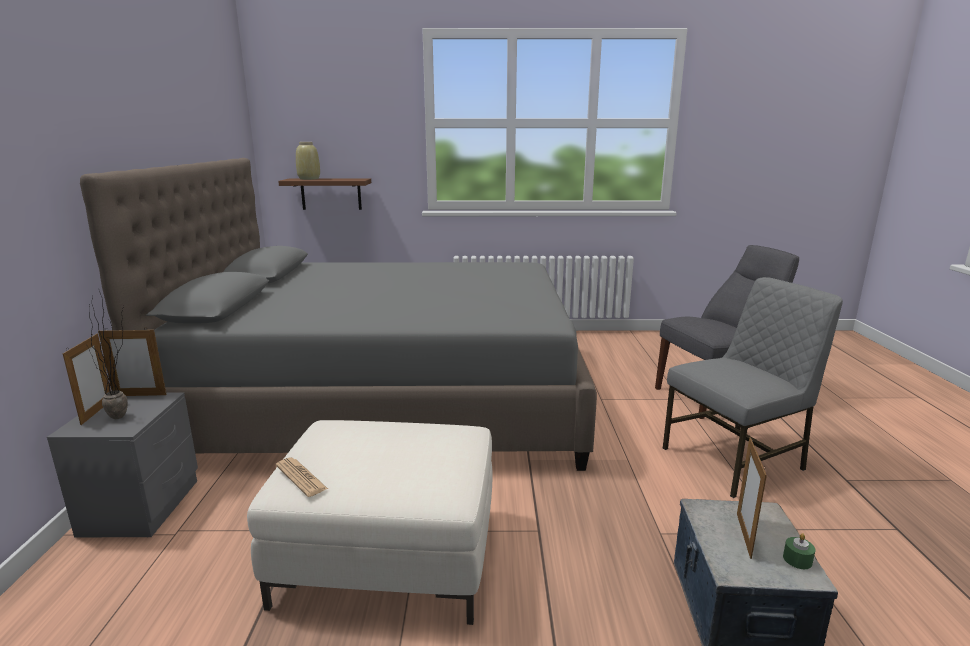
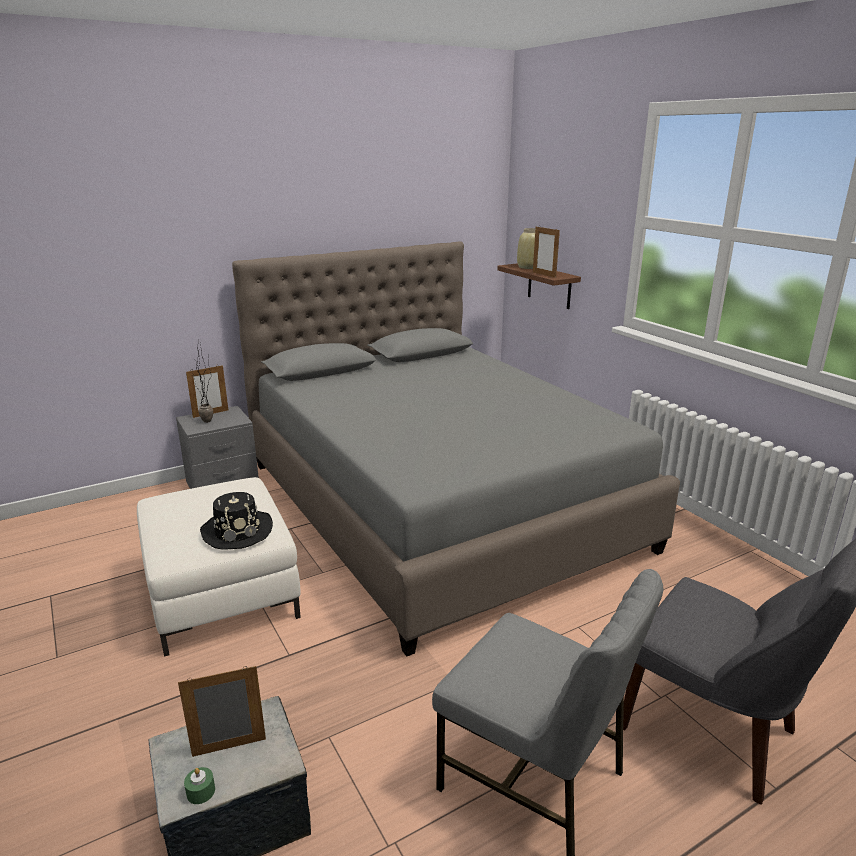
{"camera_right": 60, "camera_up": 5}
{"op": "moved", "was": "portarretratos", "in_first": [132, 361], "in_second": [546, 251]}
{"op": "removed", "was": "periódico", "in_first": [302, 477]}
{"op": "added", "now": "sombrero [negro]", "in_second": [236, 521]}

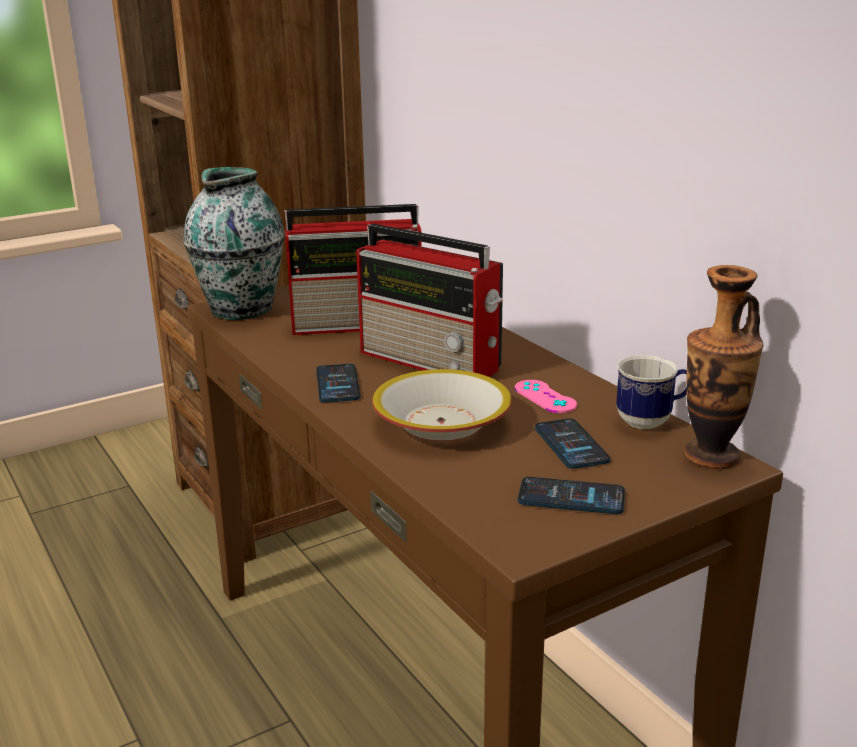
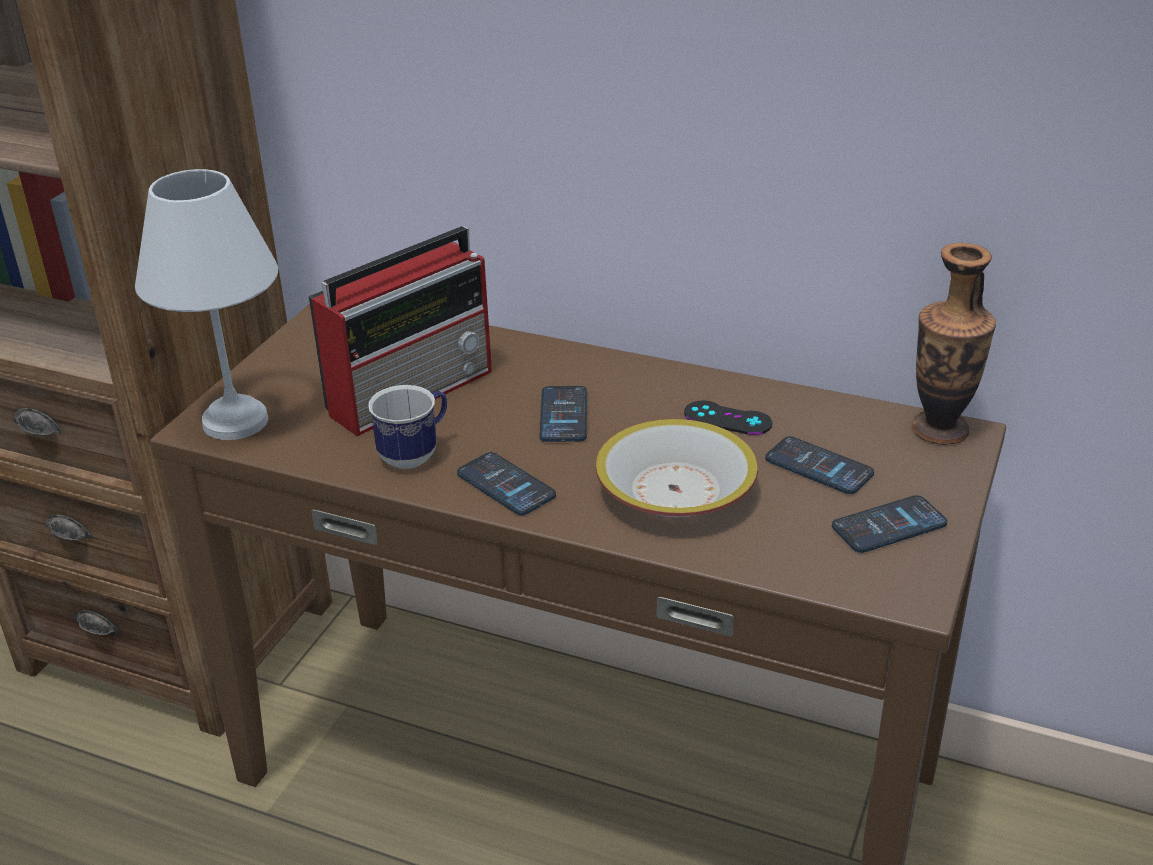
{"camera_right": -35, "camera_up": 10}
{"op": "replaced", "was": "florero", "now": "lámpara de mesa [blanco]", "in_first": [234, 243], "in_second": [206, 304]}
{"op": "replaced", "was": "radio", "now": "móvil", "in_first": [429, 300], "in_second": [563, 414]}
{"op": "moved", "was": "taza grande", "in_first": [651, 392], "in_second": [407, 427]}
{"op": "recoloured", "was": "mando de consola [rosa]", "now": "mando de consola [negro]", "in_first": [546, 396], "in_second": [728, 418]}

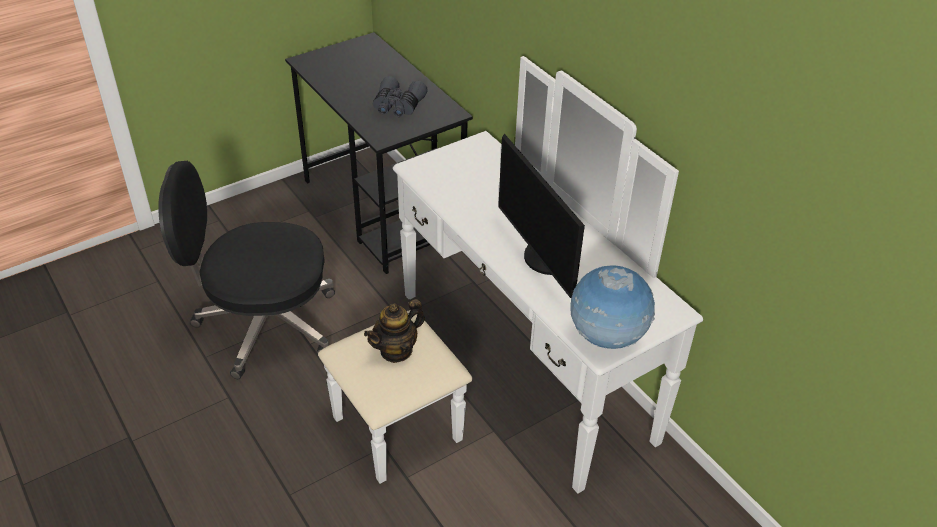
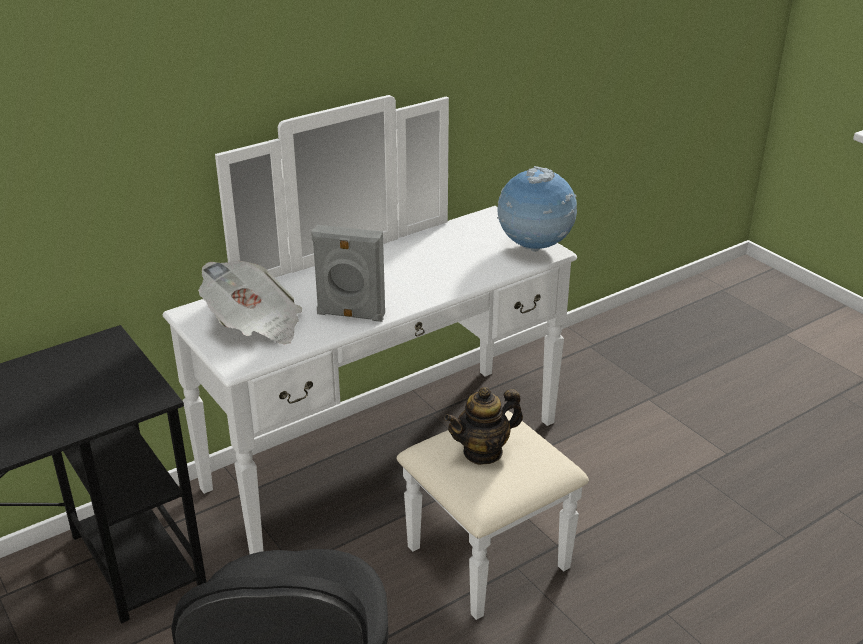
{"camera_right": -90, "camera_up": -10}
{"op": "removed", "was": "prismáticos [gris]", "in_first": [400, 96]}
{"op": "removed", "was": "monitor", "in_first": [541, 216]}
{"op": "turned", "was": "tetera", "in_first": [394, 331], "in_second": [483, 426], "clockwise": 105}
{"op": "added", "now": "altavoz [gris]", "in_second": [348, 273]}
{"op": "added", "now": "periódico", "in_second": [250, 302]}

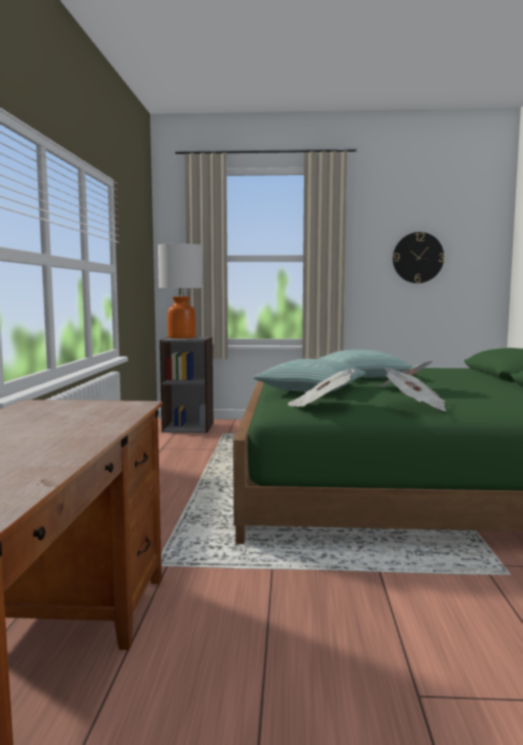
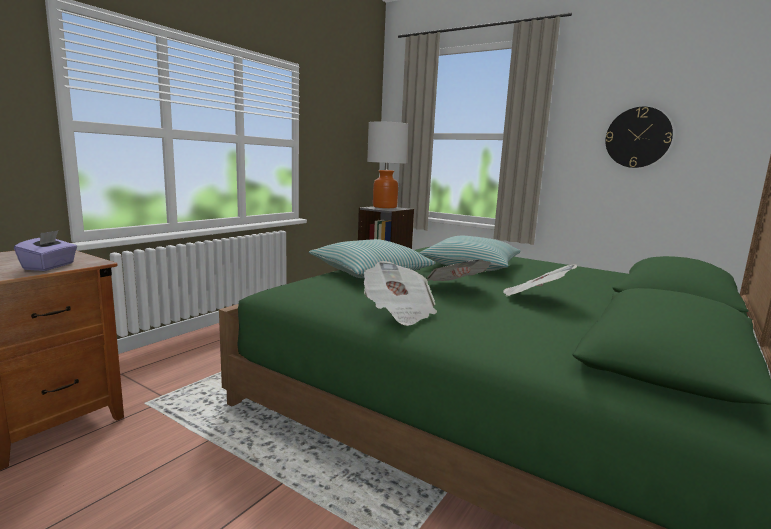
{"camera_right": 30, "camera_up": 5}
{"op": "moved", "was": "periódico", "in_first": [321, 388], "in_second": [540, 280]}
{"op": "added", "now": "caja de pañuelos [morado]", "in_second": [45, 250]}

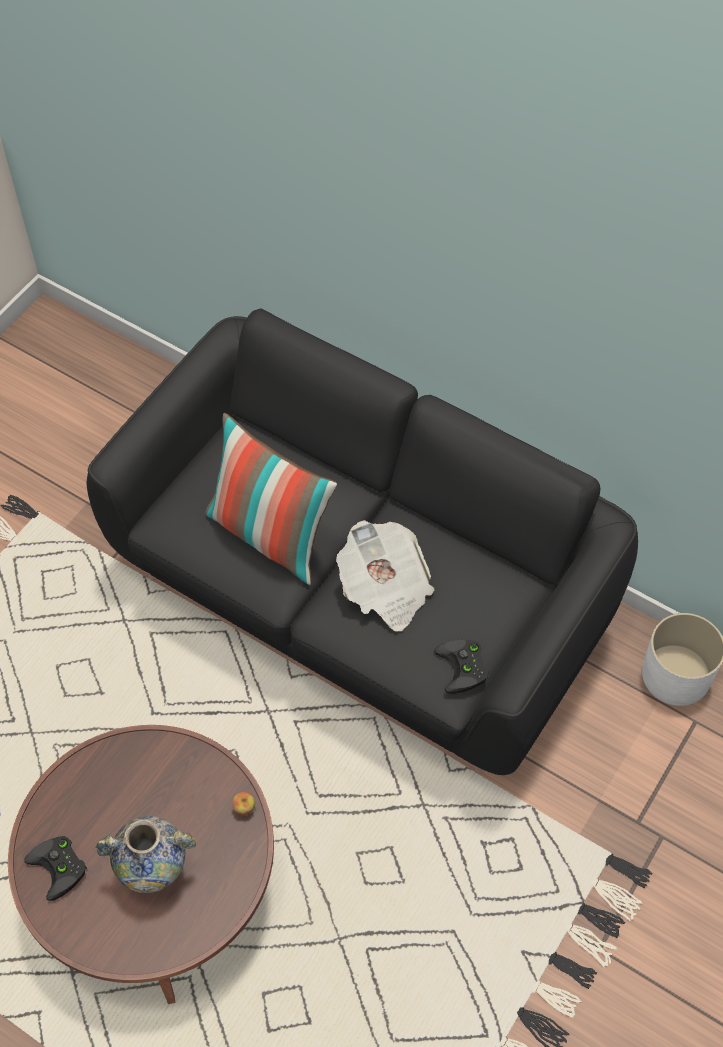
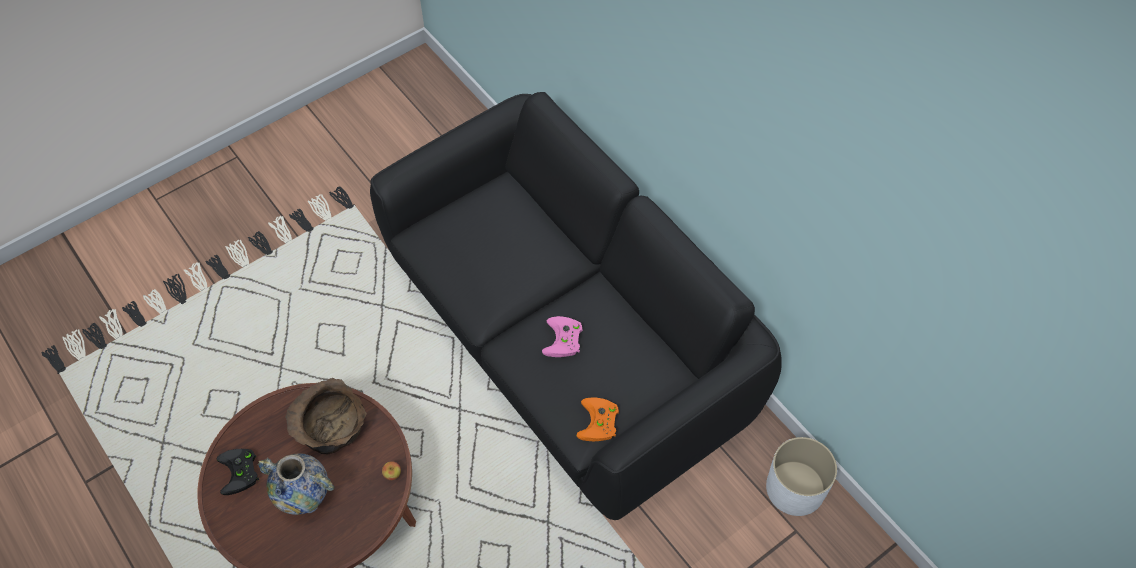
{"camera_right": 20, "camera_up": 0}
{"op": "removed", "was": "cojín", "in_first": [271, 499]}
{"op": "replaced", "was": "periódico", "now": "mando de consola [rosa]", "in_first": [385, 576], "in_second": [562, 336]}
{"op": "recoloured", "was": "mando de consola [negro]", "now": "mando de consola [naranja]", "in_first": [461, 667], "in_second": [597, 419]}
{"op": "added", "now": "cuenco [marrón]", "in_second": [326, 416]}

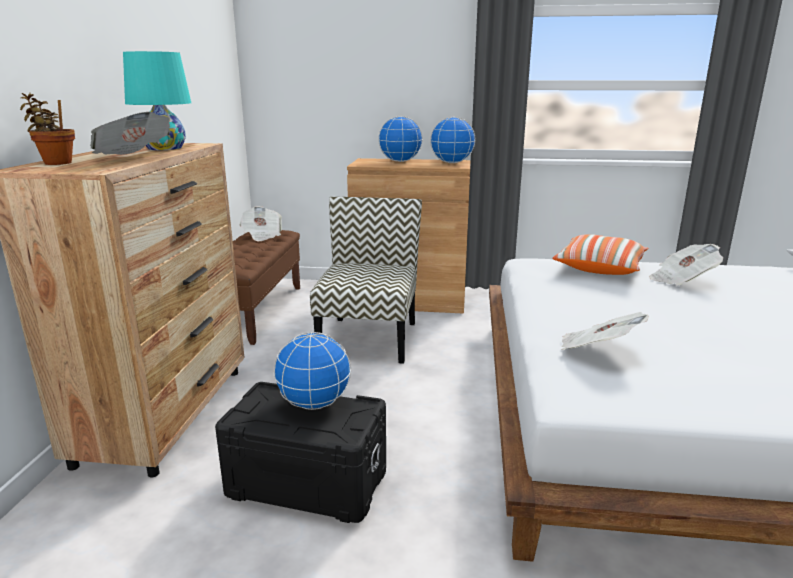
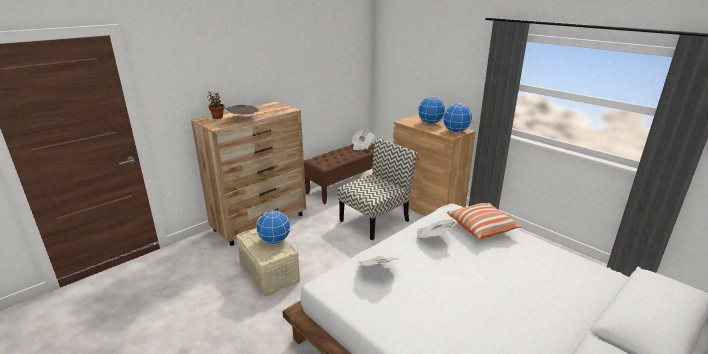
{"camera_right": 40, "camera_up": 5}
{"op": "removed", "was": "lámpara de mesa [turquesa]", "in_first": [157, 100]}
{"op": "moved", "was": "periódico", "in_first": [686, 264], "in_second": [436, 229]}
{"op": "recoloured", "was": "caja de almacenaje [negro]", "now": "caja de almacenaje [beis]", "in_first": [300, 452], "in_second": [268, 262]}

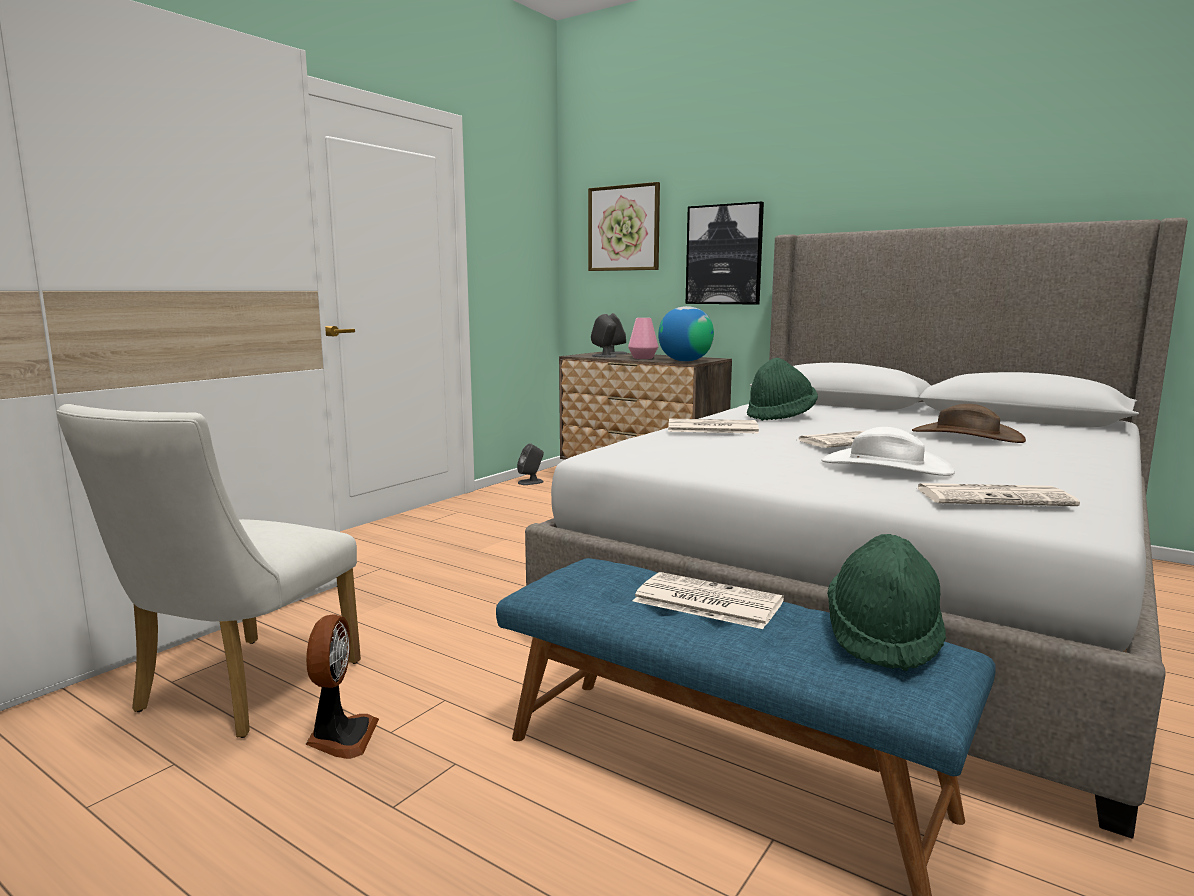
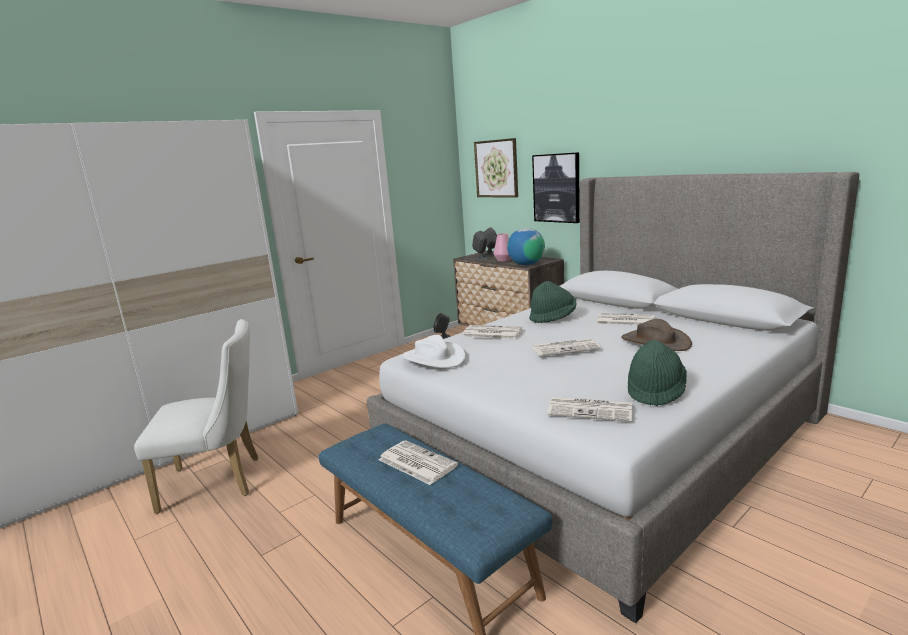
{"camera_right": 15, "camera_up": 5}
{"op": "turned", "was": "silla [blanco]", "in_first": [209, 571], "in_second": [196, 416], "clockwise": -135}
{"op": "moved", "was": "sombrero [blanco]", "in_first": [888, 451], "in_second": [433, 351]}
{"op": "moved", "was": "sombrero [verde]", "in_first": [886, 602], "in_second": [657, 373]}
{"op": "removed", "was": "ventilador", "in_first": [342, 686]}
{"op": "added", "now": "periódico", "in_second": [625, 319]}

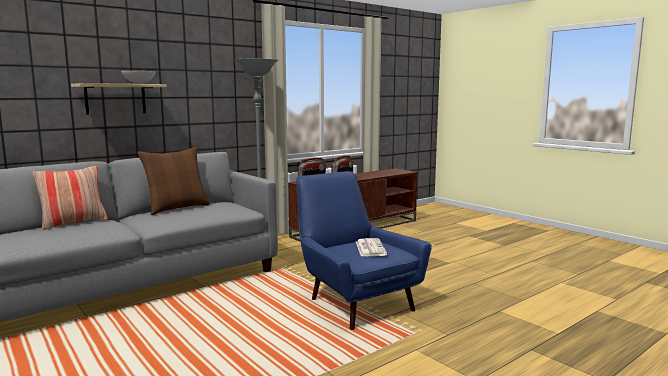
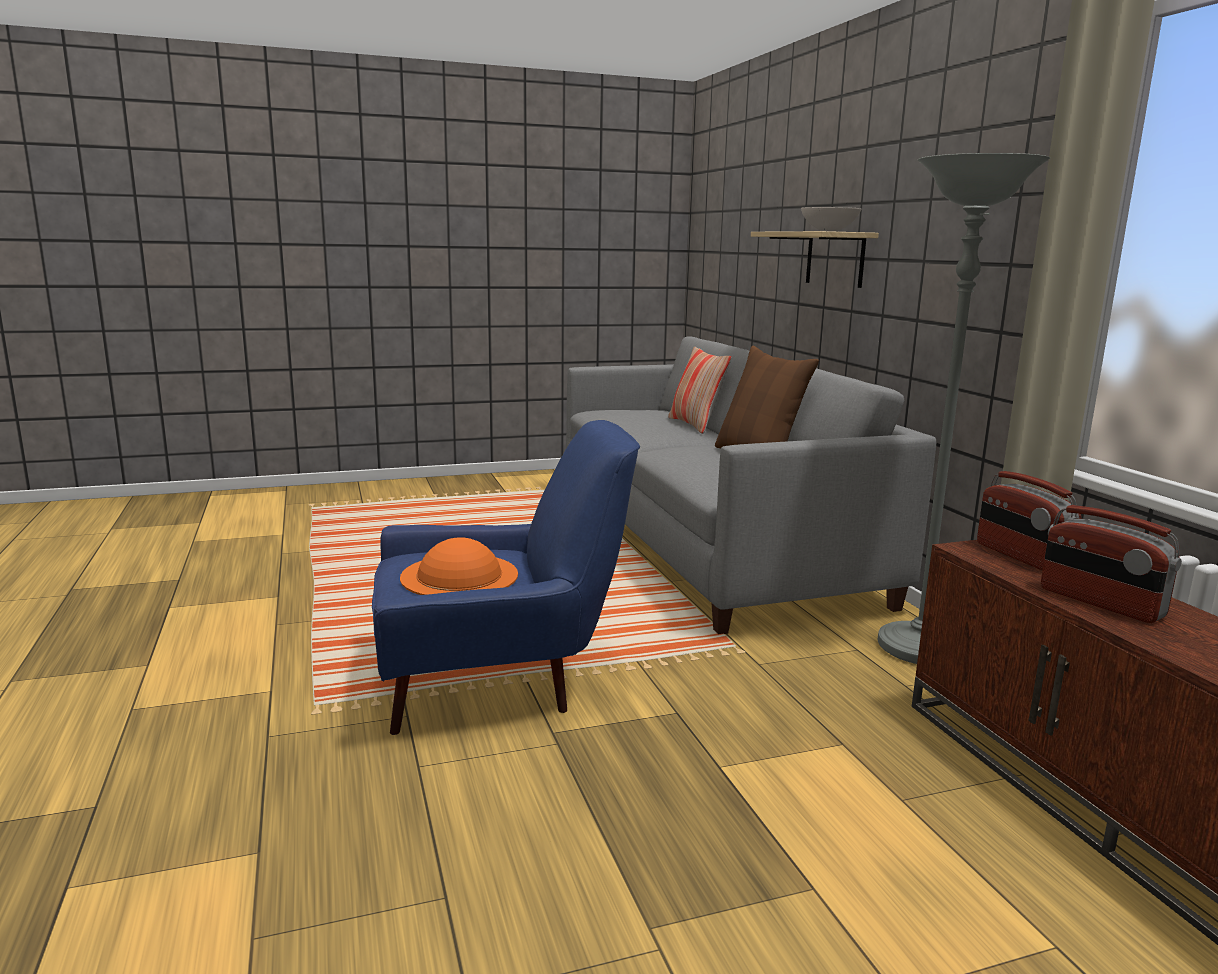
{"camera_right": 110, "camera_up": 5}
{"op": "replaced", "was": "periódico", "now": "sombrero [naranja]", "in_first": [371, 247], "in_second": [459, 566]}

